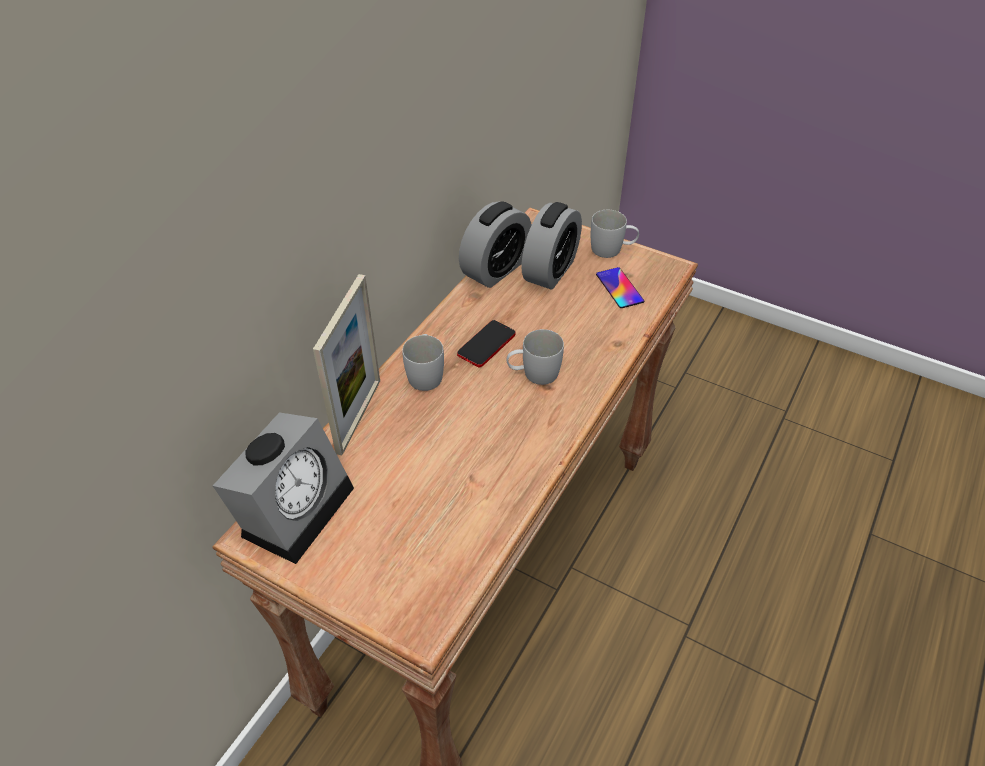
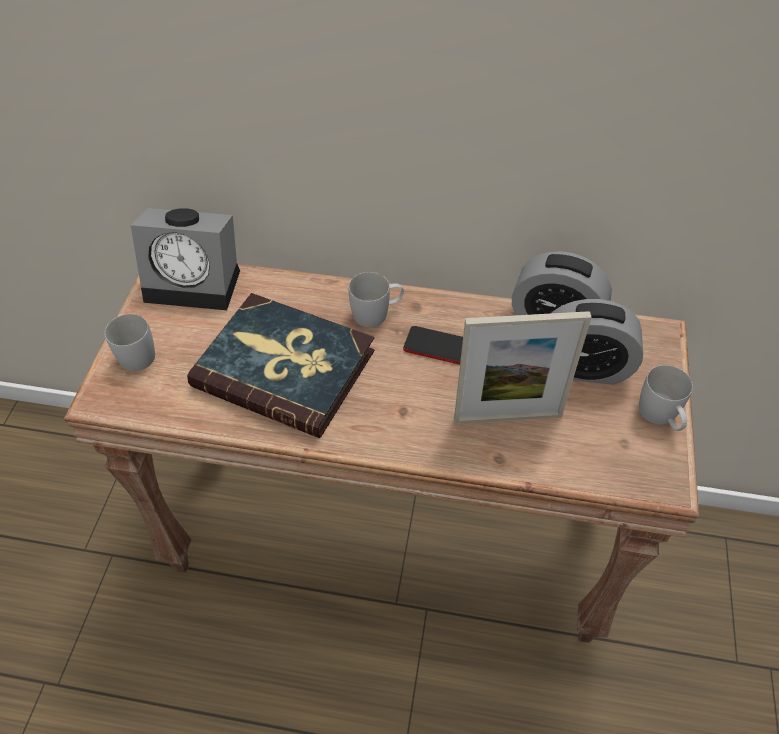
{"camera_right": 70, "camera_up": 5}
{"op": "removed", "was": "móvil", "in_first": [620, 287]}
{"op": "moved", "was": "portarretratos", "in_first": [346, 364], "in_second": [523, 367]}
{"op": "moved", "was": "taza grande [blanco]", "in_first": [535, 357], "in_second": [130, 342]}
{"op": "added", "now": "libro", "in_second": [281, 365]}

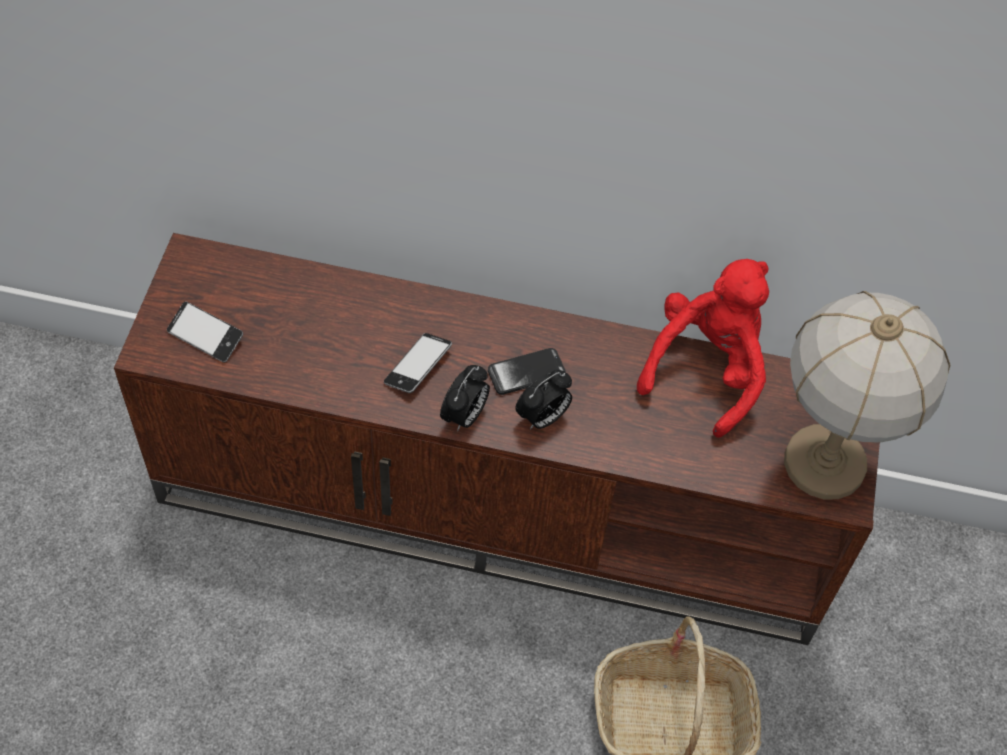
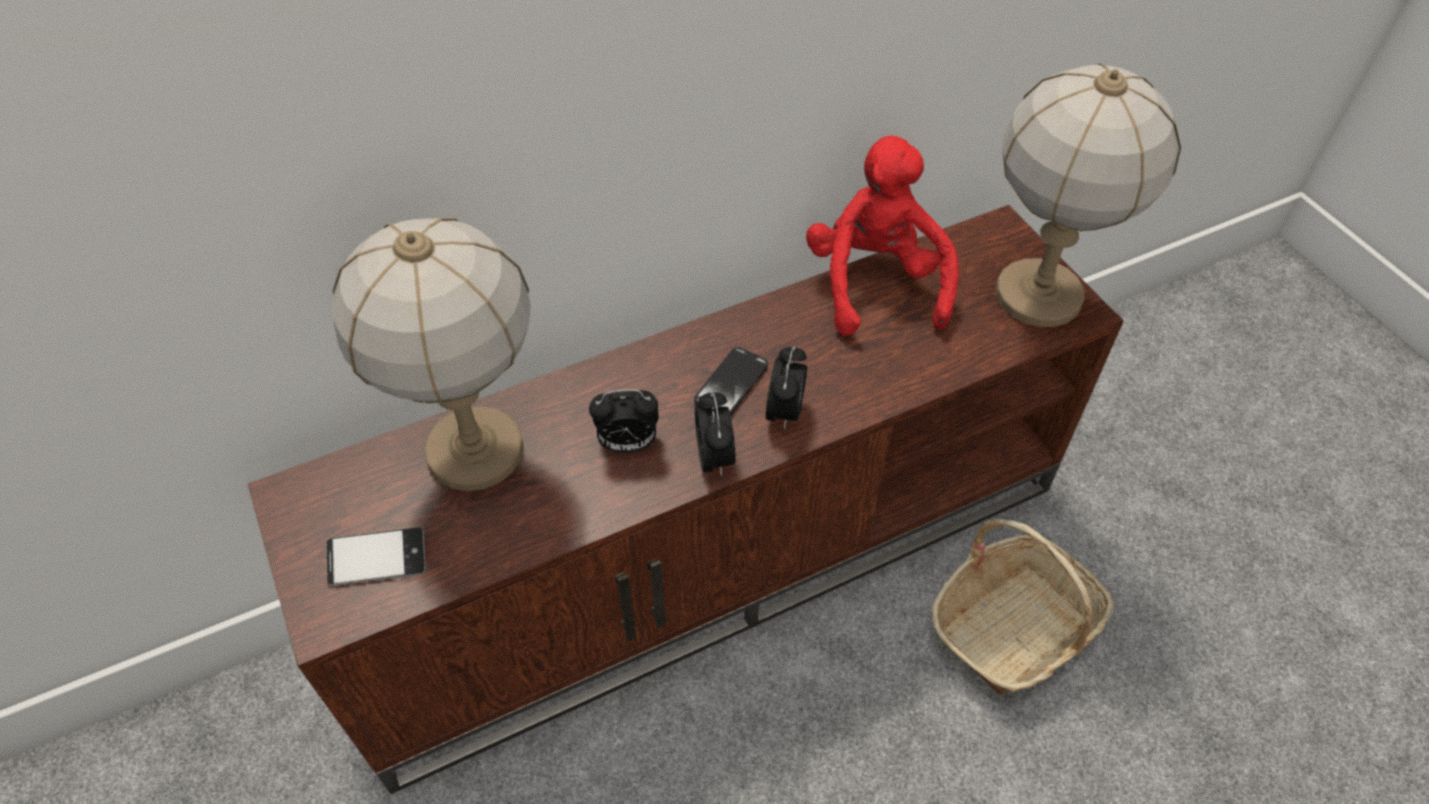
{"camera_right": -35, "camera_up": -5}
{"op": "replaced", "was": "móvil", "now": "despertador", "in_first": [418, 363], "in_second": [624, 421]}
{"op": "added", "now": "lámpara de mesa", "in_second": [431, 354]}

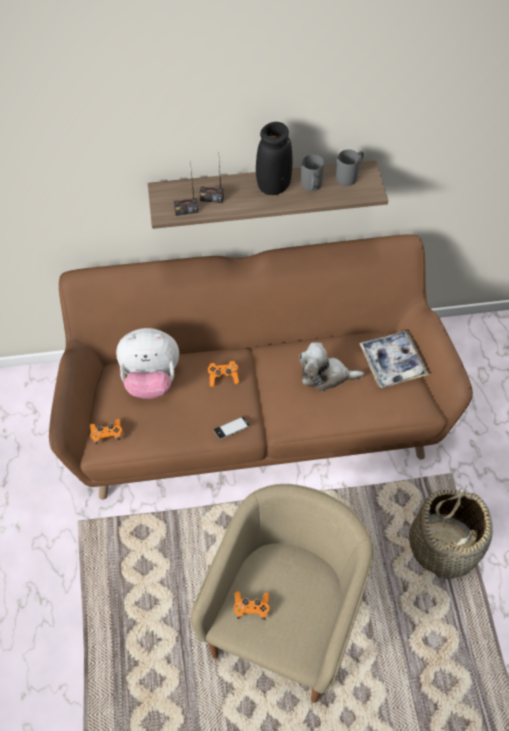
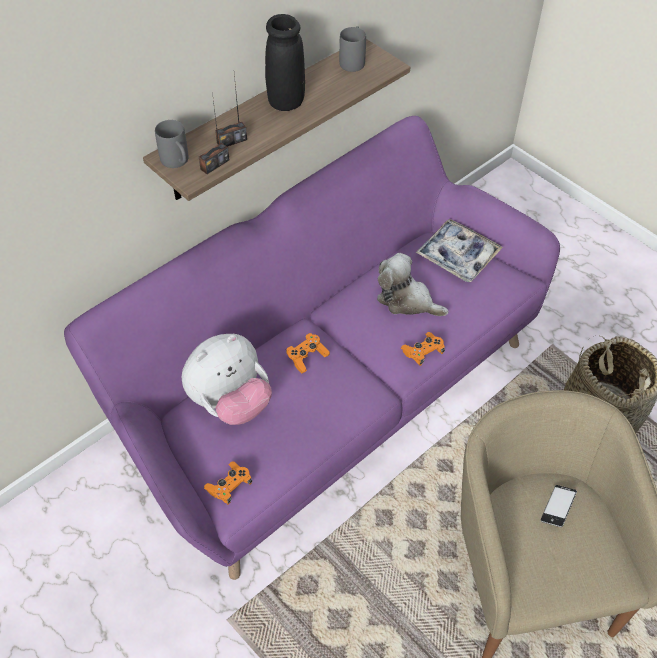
{"camera_right": -35, "camera_up": -5}
{"op": "moved", "was": "taza grande [gris]", "in_first": [312, 173], "in_second": [171, 144]}
{"op": "recoloured", "was": "sofá [marrón]", "now": "sofá [morado]", "in_first": [261, 367], "in_second": [312, 348]}
{"op": "turned", "was": "peluche", "in_first": [332, 367], "in_second": [413, 284], "clockwise": 60}
{"op": "moved", "was": "móvil", "in_first": [232, 428], "in_second": [558, 506]}
{"op": "moved", "was": "mando de consola [naranja]", "in_first": [251, 606], "in_second": [423, 349]}

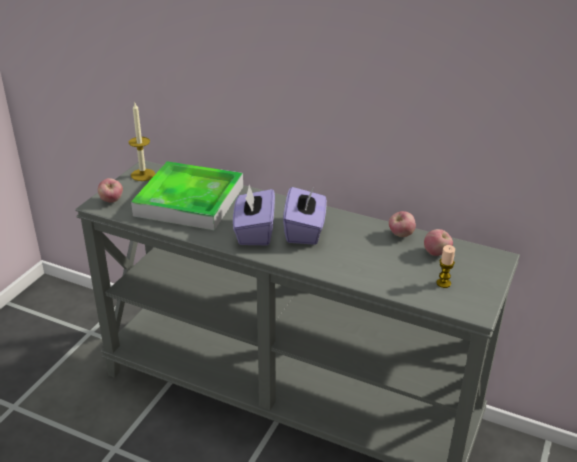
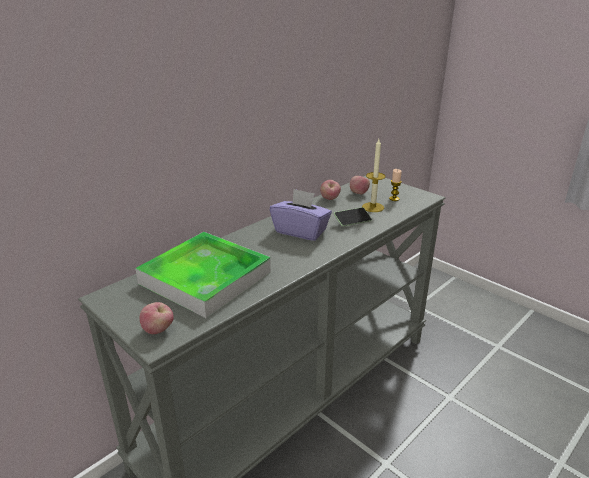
{"camera_right": -70, "camera_up": -5}
{"op": "moved", "was": "vela", "in_first": [142, 142], "in_second": [374, 175]}
{"op": "removed", "was": "caja de pañuelos [morado]", "in_first": [254, 215]}
{"op": "added", "now": "móvil", "in_second": [353, 216]}

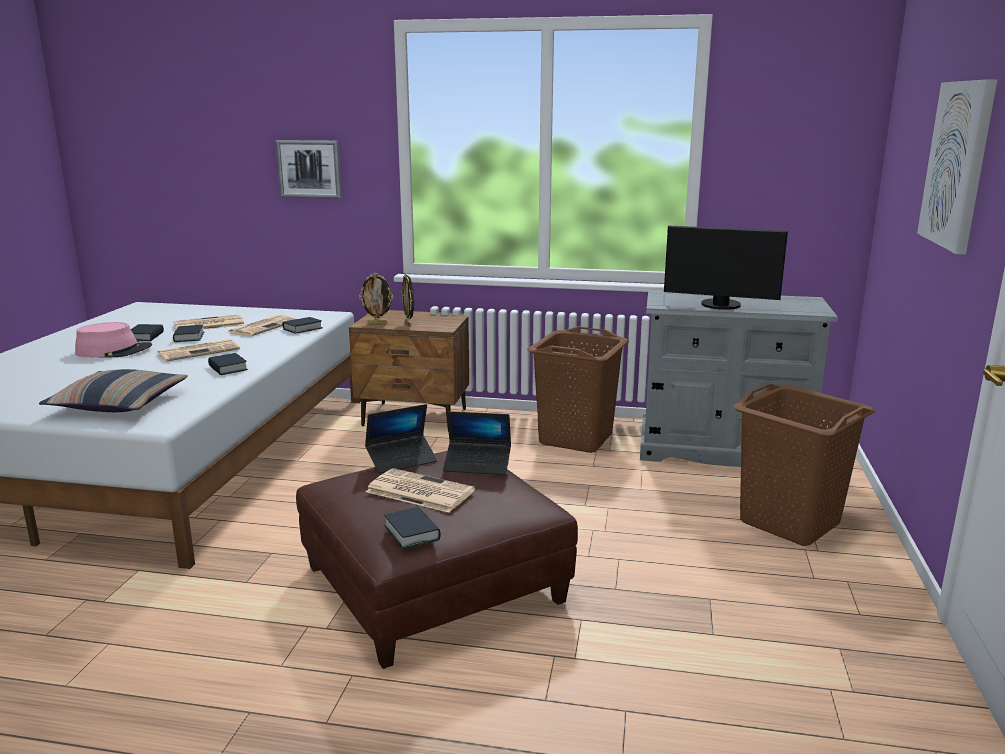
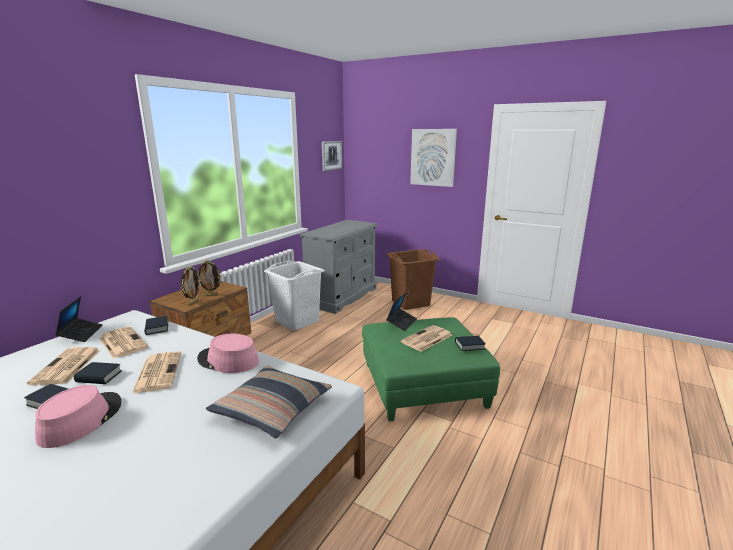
{"camera_right": -70, "camera_up": 0}
{"op": "moved", "was": "cuadro", "in_first": [308, 169], "in_second": [332, 156]}
{"op": "removed", "was": "monitor", "in_first": [726, 267]}
{"op": "recoloured", "was": "cesto de la ropa [marrón]", "now": "cesto de la ropa [blanco]", "in_first": [578, 390], "in_second": [294, 295]}
{"op": "replaced", "was": "libro", "now": "sombrero [rosa]", "in_first": [228, 364], "in_second": [228, 353]}
{"op": "moved", "was": "portátil", "in_first": [401, 439], "in_second": [79, 319]}
{"op": "recoloured", "was": "puf [marrón]", "now": "puf [verde]", "in_first": [437, 560], "in_second": [431, 369]}

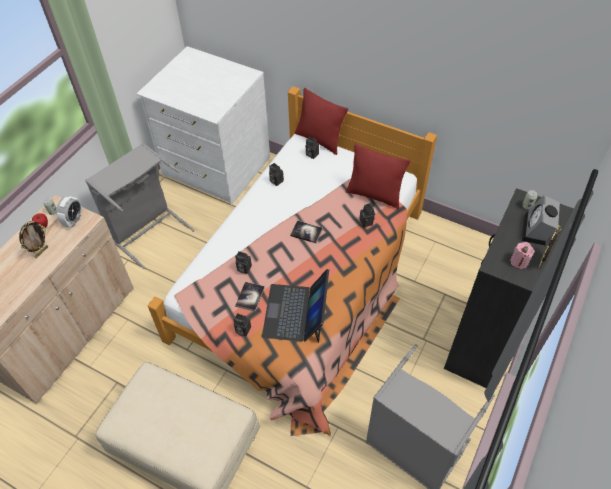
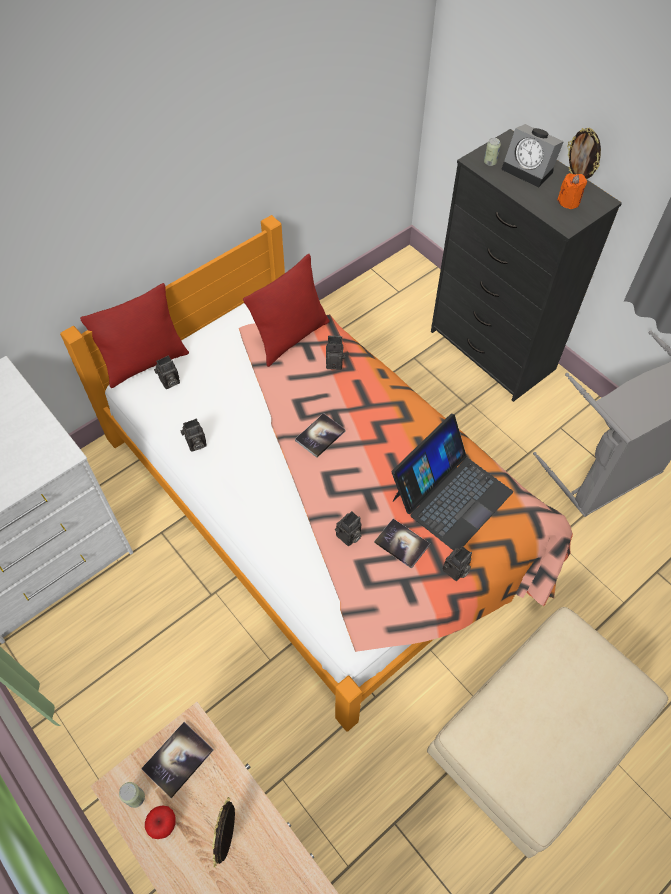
{"camera_right": -70, "camera_up": 5}
{"op": "removed", "was": "cesto de la ropa [gris]", "in_first": [140, 206]}
{"op": "replaced", "was": "despertador", "now": "libro", "in_first": [69, 212], "in_second": [177, 760]}
{"op": "turned", "was": "portarretratos", "in_first": [33, 239], "in_second": [223, 832], "clockwise": -135}
{"op": "recoloured", "was": "vela [rosa]", "now": "vela [naranja]", "in_first": [522, 255], "in_second": [572, 191]}
{"op": "turned", "was": "portátil", "in_first": [295, 306], "in_second": [452, 482], "clockwise": -75}

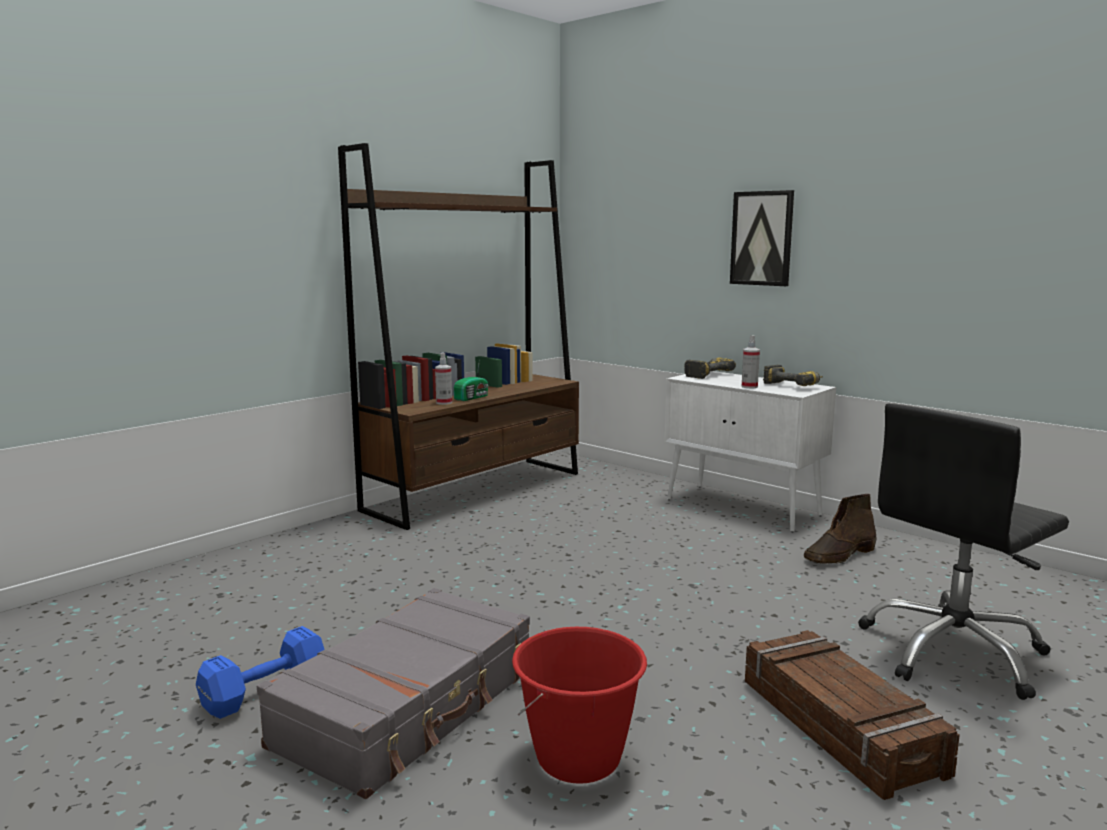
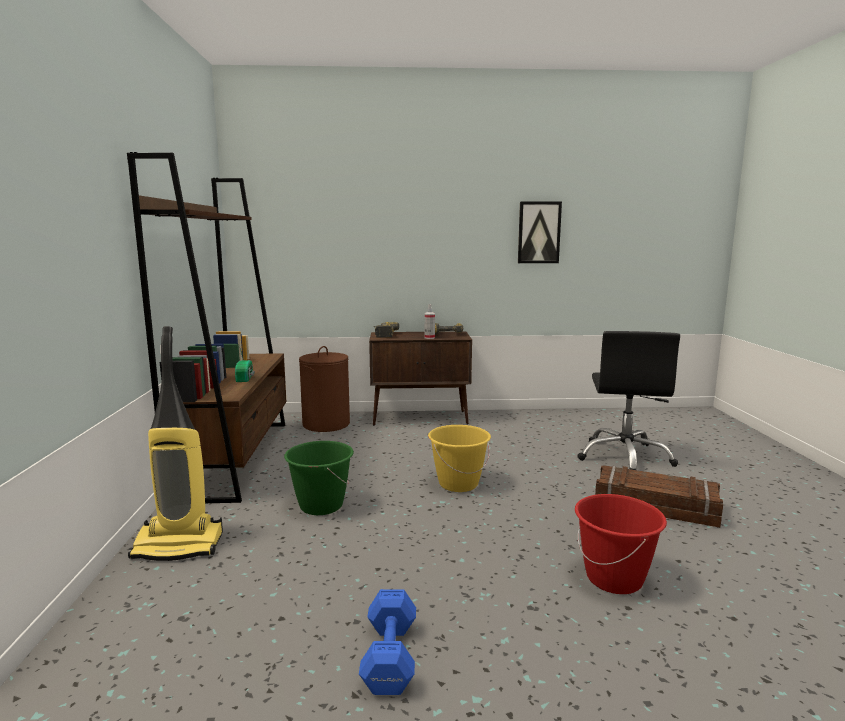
{"camera_right": -45, "camera_up": 0}
{"op": "moved", "was": "cuadro", "in_first": [762, 238], "in_second": [540, 232]}
{"op": "removed", "was": "pulverizador", "in_first": [443, 379]}
{"op": "recoloured", "was": "armario [blanco]", "now": "armario [marrón]", "in_first": [750, 451], "in_second": [420, 378]}
{"op": "removed", "was": "bota [marrón]", "in_first": [840, 529]}
{"op": "removed", "was": "maleta [gris]", "in_first": [393, 693]}
{"op": "added", "now": "aspiradora", "in_second": [175, 443]}
{"op": "added", "now": "cesto de la ropa [marrón]", "in_second": [324, 389]}
{"op": "added", "now": "cubo [amarillo]", "in_second": [459, 458]}
{"op": "added", "now": "cubo [verde]", "in_second": [319, 478]}

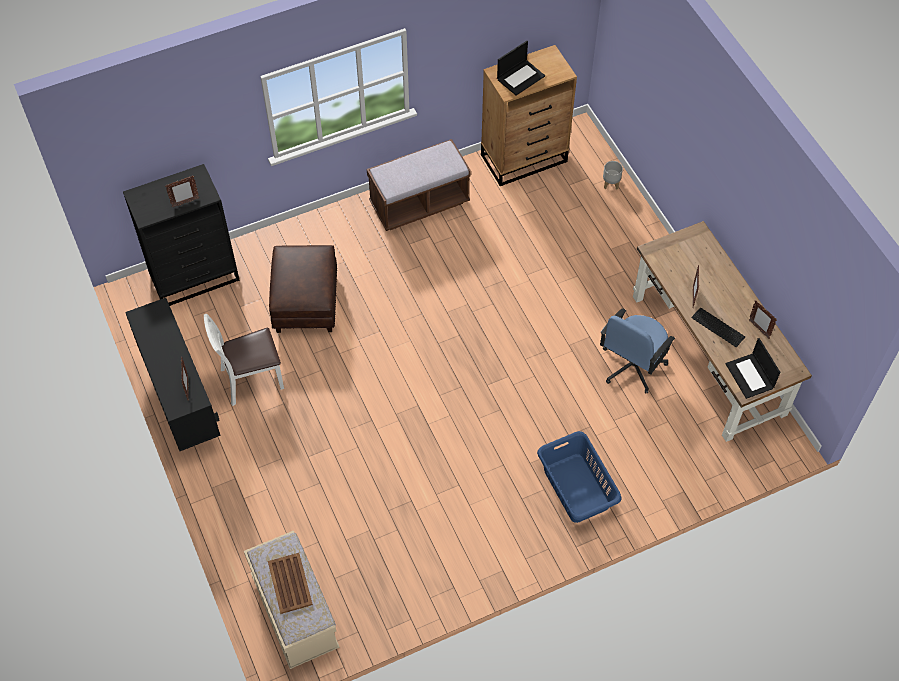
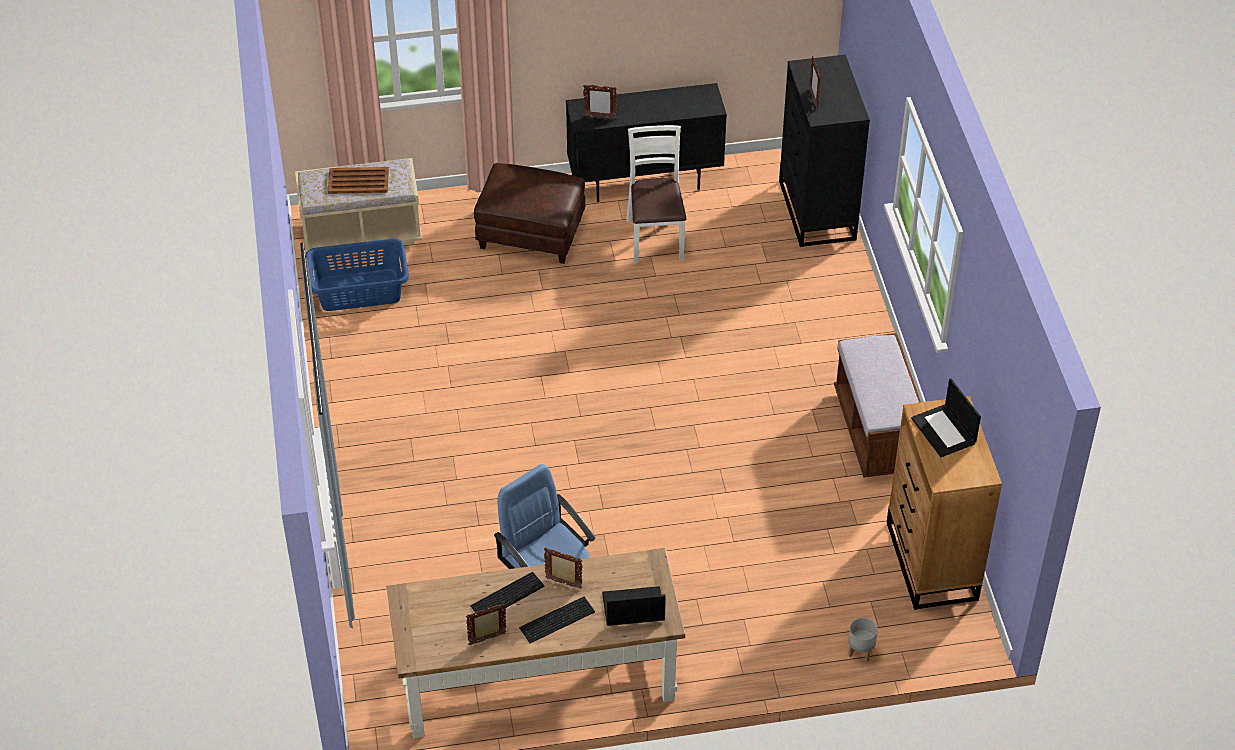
{"camera_right": 105, "camera_up": -10}
{"op": "moved", "was": "puf [marrón]", "in_first": [303, 289], "in_second": [530, 213]}
{"op": "moved", "was": "portátil", "in_first": [753, 368], "in_second": [634, 606]}
{"op": "moved", "was": "cesto de la ropa [azul]", "in_first": [579, 477], "in_second": [357, 274]}
{"op": "added", "now": "teclado", "in_second": [557, 620]}

